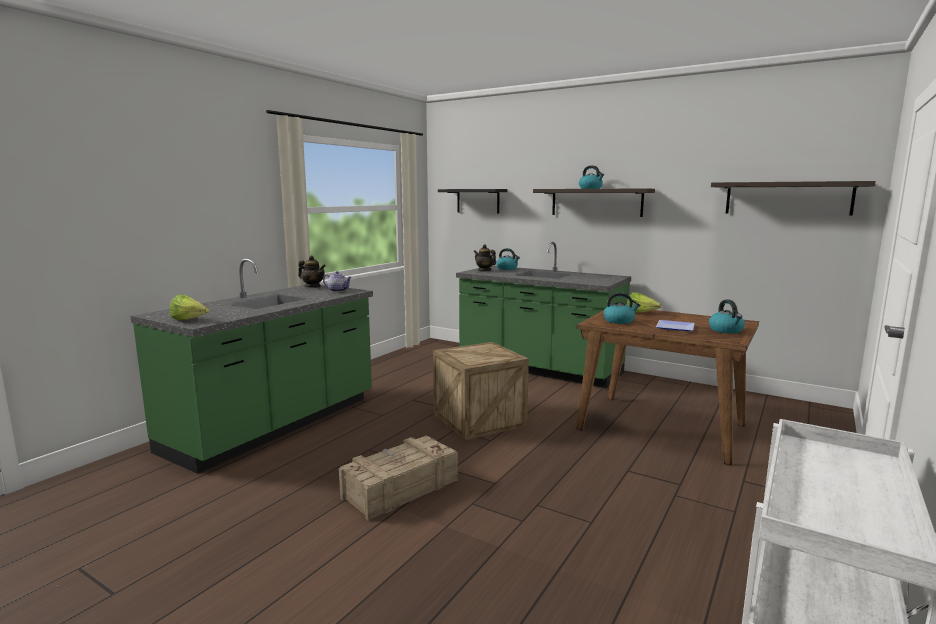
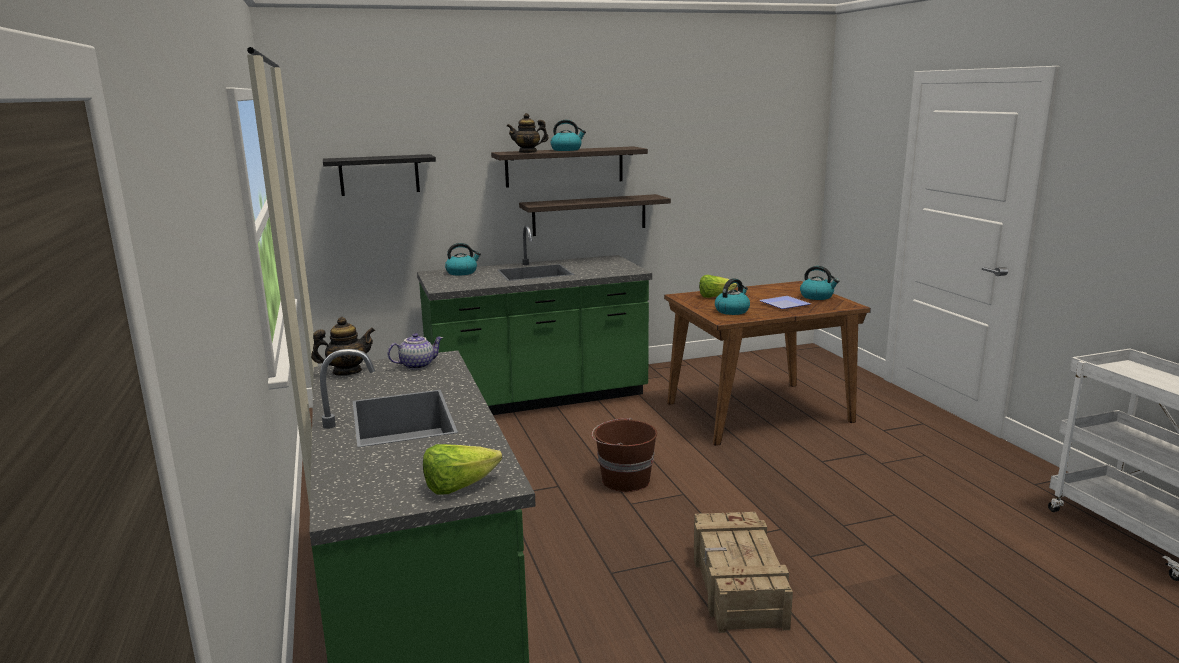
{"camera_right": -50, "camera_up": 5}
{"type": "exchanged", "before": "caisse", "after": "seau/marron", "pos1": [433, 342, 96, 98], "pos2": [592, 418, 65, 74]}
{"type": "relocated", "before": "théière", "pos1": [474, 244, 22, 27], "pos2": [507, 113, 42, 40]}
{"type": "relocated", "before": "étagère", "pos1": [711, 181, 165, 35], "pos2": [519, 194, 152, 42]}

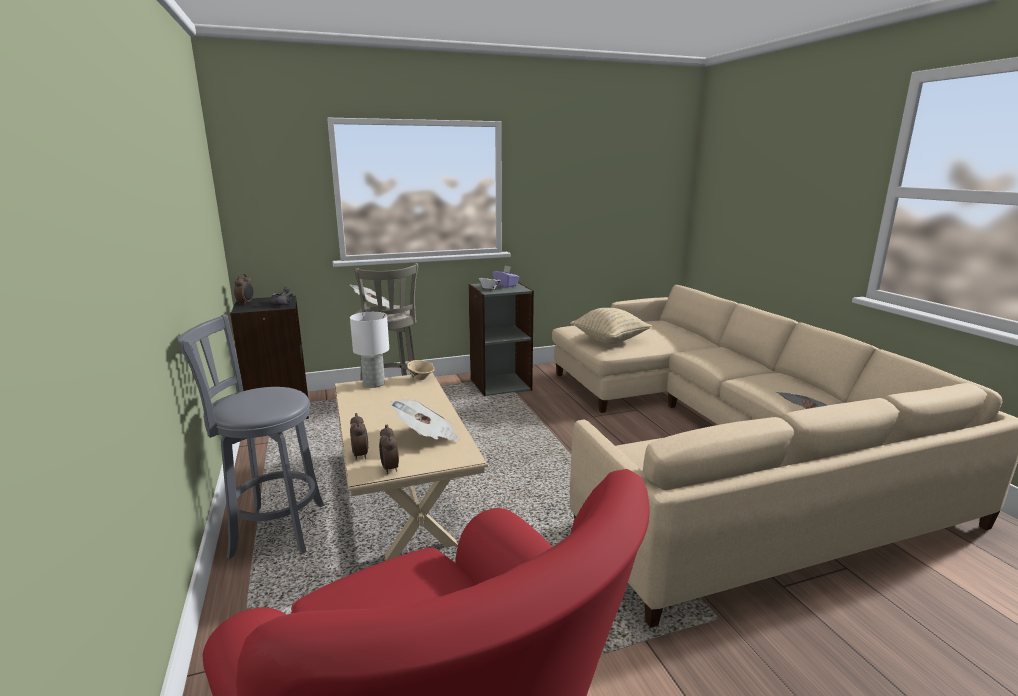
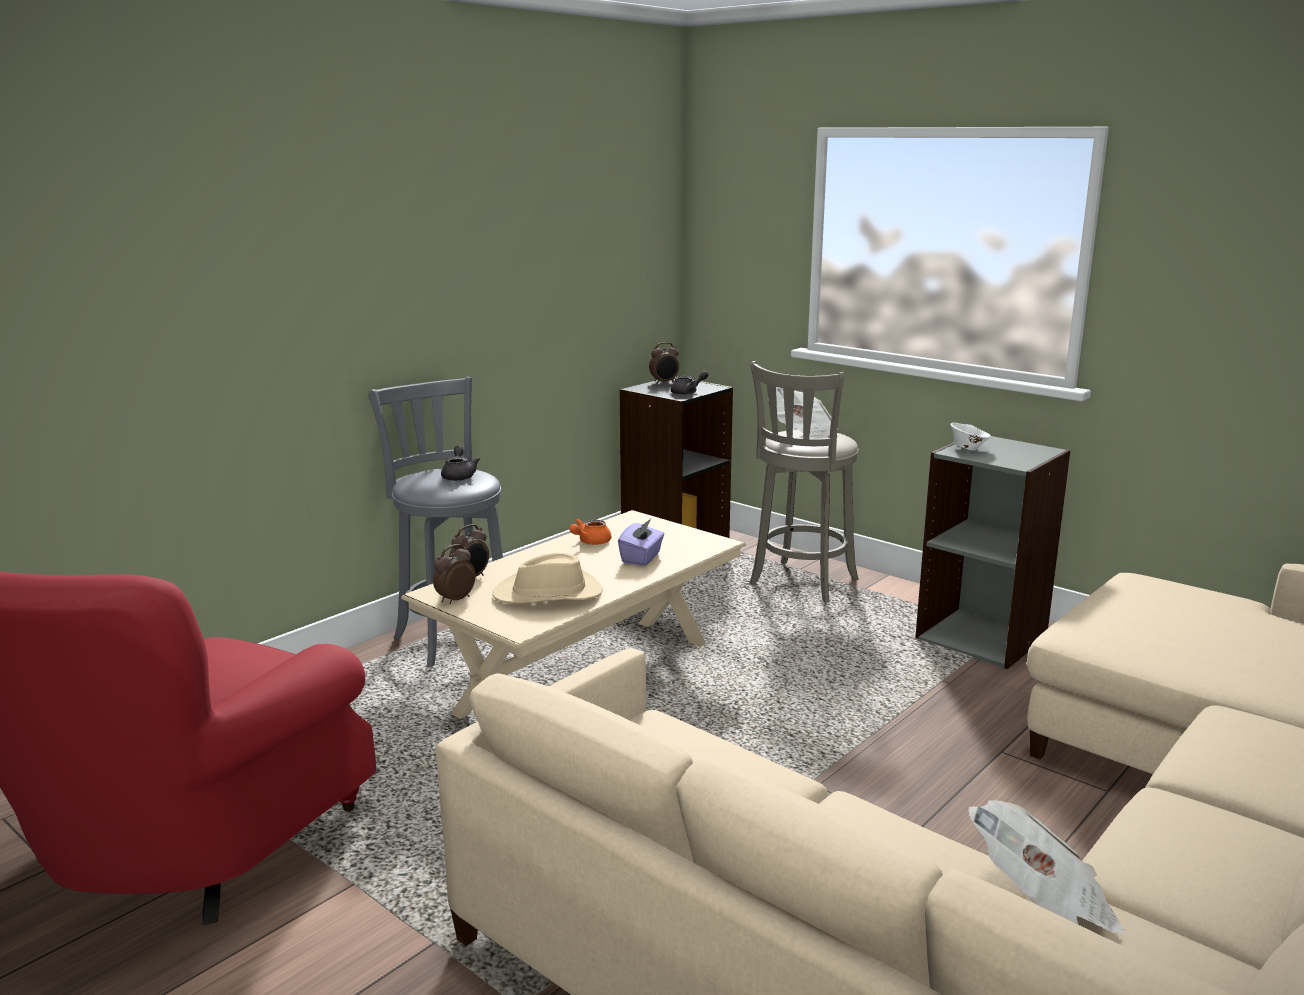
{"camera_right": 60, "camera_up": 0}
{"type": "missing", "before": "lampe de table/blanc", "pos1": [350, 312, 39, 76]}
{"type": "exchanged", "before": "journal", "after": "chapeau/beige", "pos1": [390, 399, 69, 42], "pos2": [492, 553, 111, 51]}
{"type": "missing", "before": "bol/beige", "pos1": [407, 360, 27, 20]}
{"type": "relocated", "before": "boîte à mouchoirs/violet", "pos1": [492, 266, 27, 22], "pos2": [618, 519, 46, 47]}
{"type": "missing", "before": "coussin/beige", "pos1": [570, 308, 82, 36]}
{"type": "appeared", "after": "théière/gris", "pos2": [441, 446, 39, 35]}
{"type": "appeared", "after": "théière/orange", "pos2": [569, 519, 42, 26]}

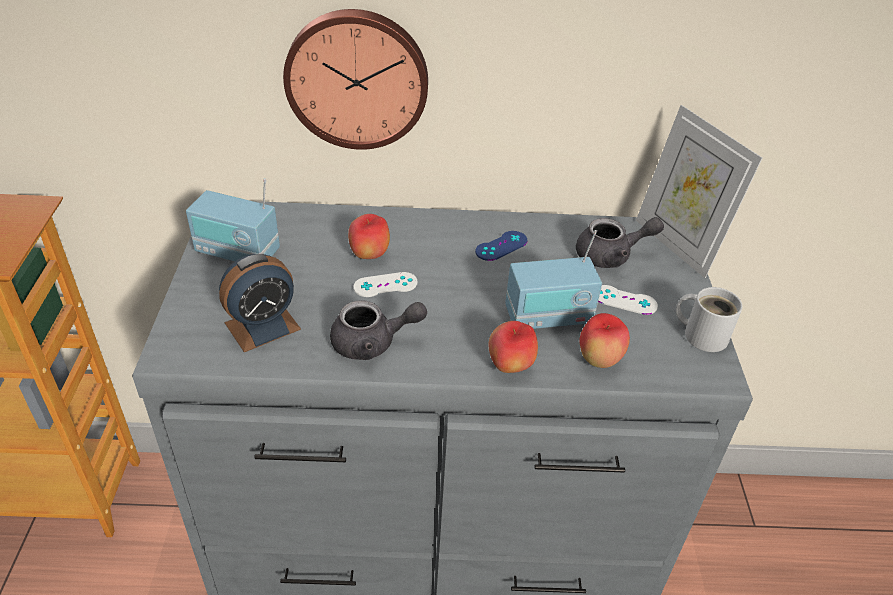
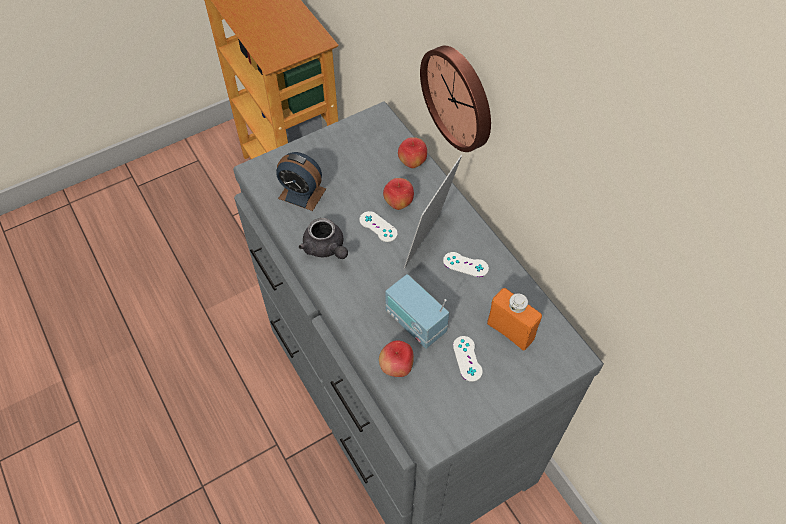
{"camera_right": 60, "camera_up": 15}
{"type": "missing", "before": "radio", "pos1": [186, 178, 94, 83]}
{"type": "colour", "before": "manette/bleu", "after": "manette/blanc", "pos1": [475, 231, 53, 30], "pos2": [443, 252, 46, 25]}
{"type": "relocated", "before": "pomme", "pos1": [489, 321, 49, 52], "pos2": [398, 137, 29, 31]}
{"type": "exchanged", "before": "théière/gris", "after": "bouteille/orange", "pos1": [576, 217, 88, 51], "pos2": [487, 288, 55, 63]}
{"type": "relocated", "before": "cadre photo", "pos1": [636, 105, 126, 173], "pos2": [404, 155, 58, 114]}
{"type": "missing", "before": "mug/blanc", "pos1": [676, 287, 66, 65]}

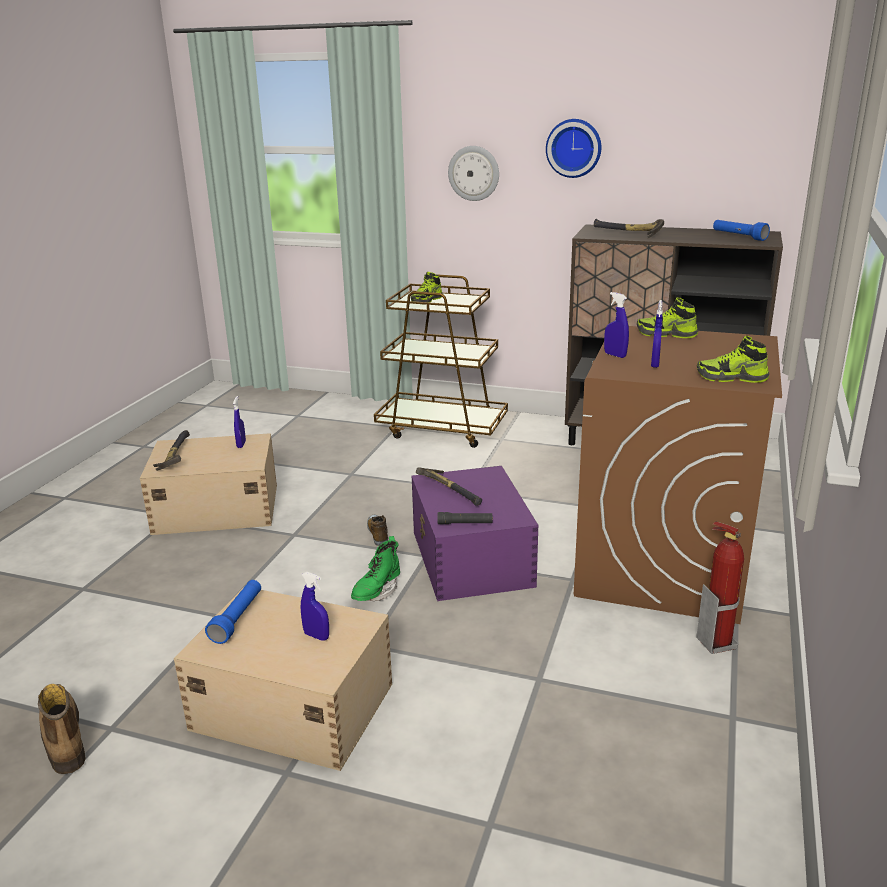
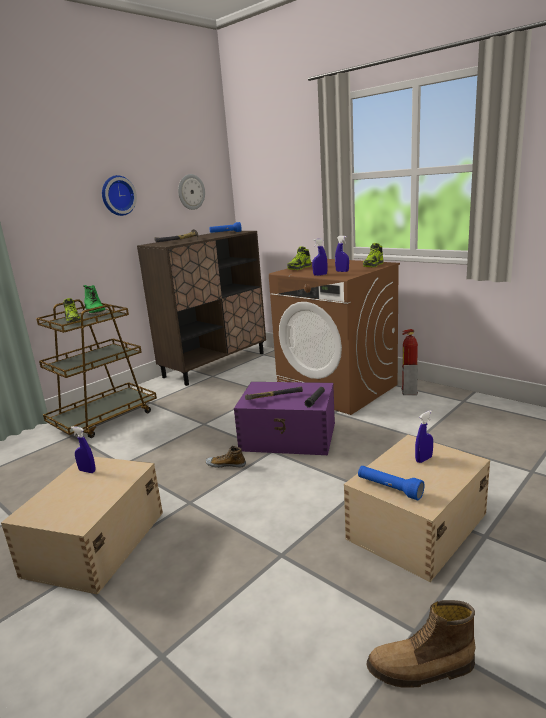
{"camera_right": -65, "camera_up": -5}
{"type": "missing", "before": "marteau", "pos1": [153, 430, 37, 41]}
{"type": "relocated", "before": "botte/vert", "pos1": [351, 536, 49, 65], "pos2": [82, 285, 25, 30]}
{"type": "relocated", "before": "horloge murale", "pos1": [448, 146, 51, 55], "pos2": [178, 174, 27, 36]}

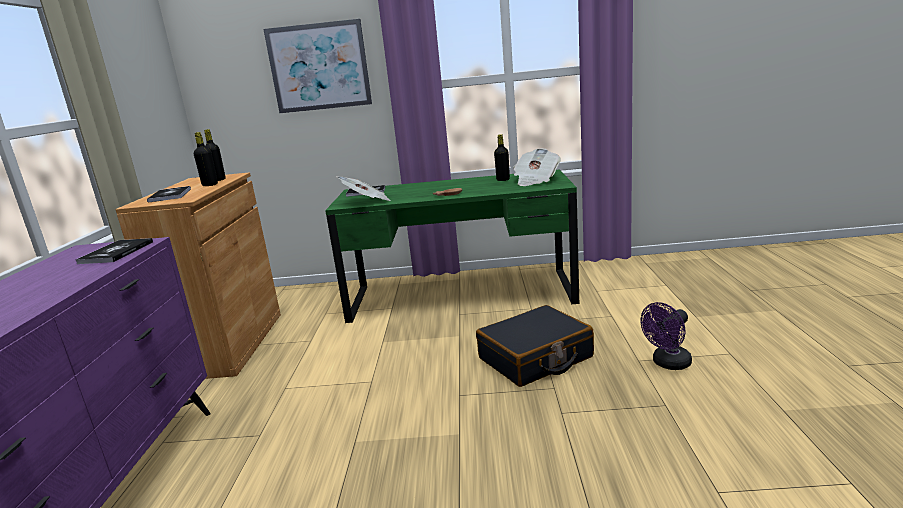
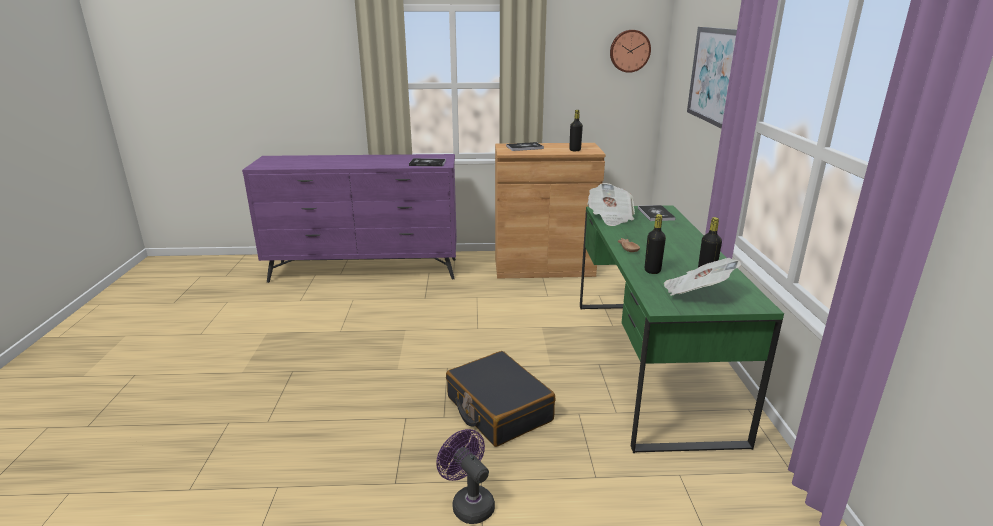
{"camera_right": 85, "camera_up": 5}
{"type": "relocated", "before": "bouteille/noir", "pos1": [194, 132, 24, 54], "pos2": [645, 214, 21, 60]}
{"type": "appeared", "after": "horloge murale", "pos2": [610, 30, 41, 43]}

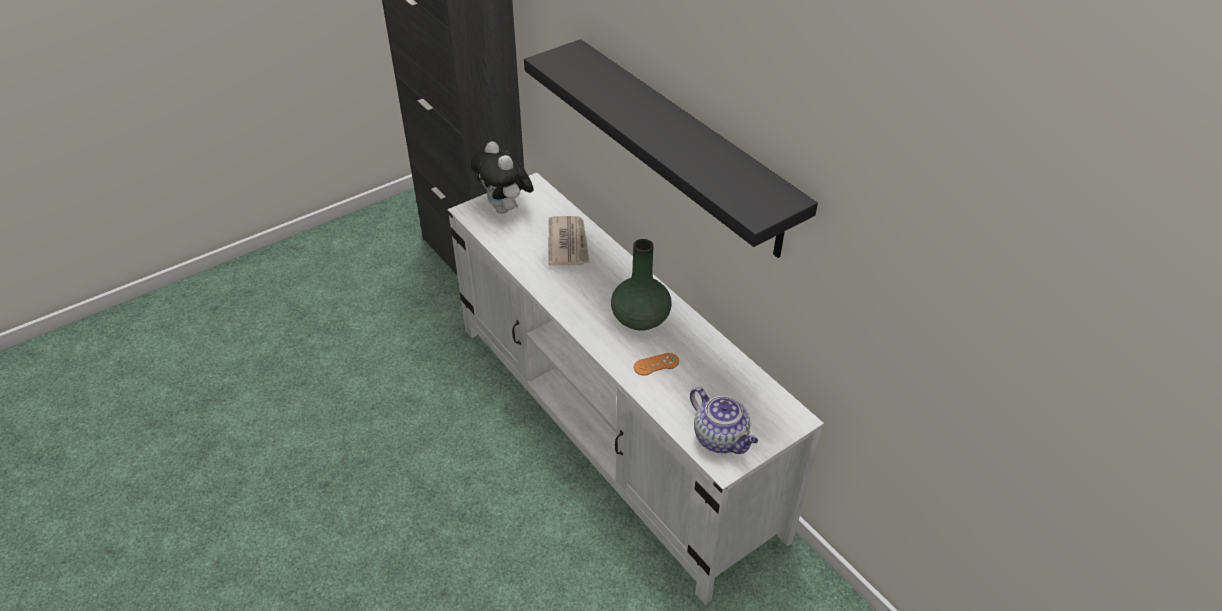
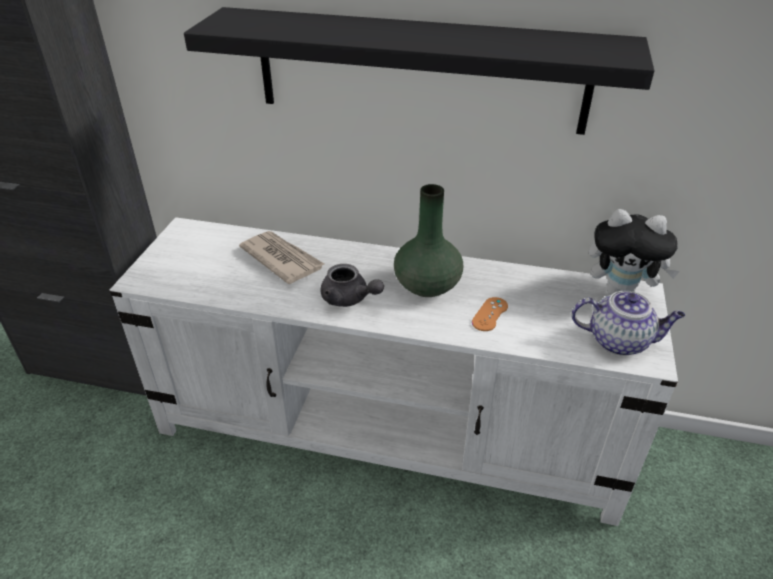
{"camera_right": -40, "camera_up": -5}
{"type": "relocated", "before": "peluche", "pos1": [471, 141, 63, 73], "pos2": [589, 209, 91, 86]}
{"type": "appeared", "after": "théière/gris", "pos2": [321, 264, 63, 43]}

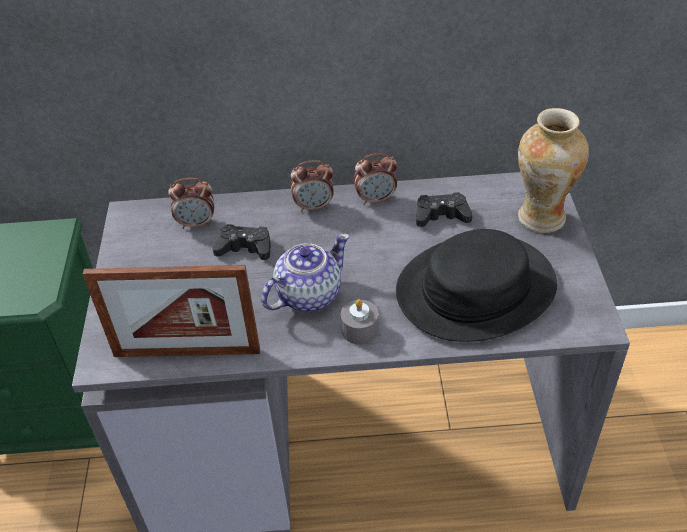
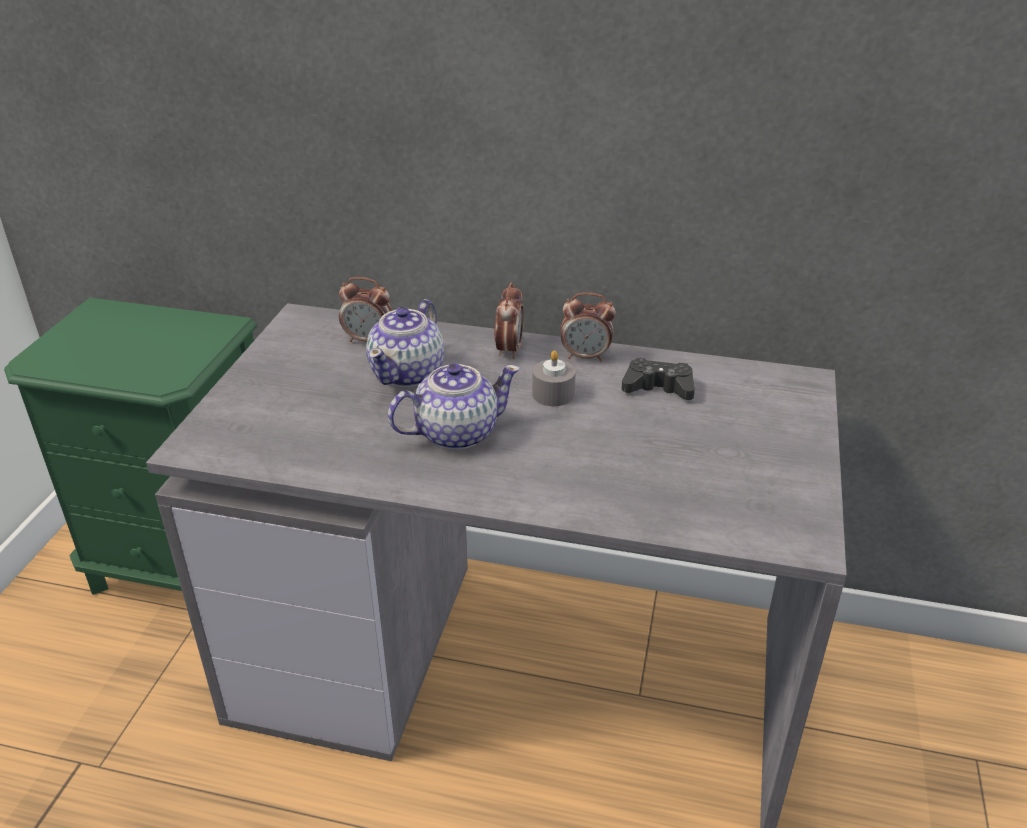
{"camera_right": 15, "camera_up": -10}
{"type": "missing", "before": "cadre photo", "pos1": [83, 265, 177, 92]}
{"type": "exchanged", "before": "manette/noir", "after": "théière", "pos1": [212, 224, 59, 36], "pos2": [366, 299, 78, 88]}
{"type": "spun", "before": "réveil", "pos1": [291, 160, 43, 52], "pos2": [495, 283, 29, 76], "turn": -90}
{"type": "relocated", "before": "bougie/gris", "pos1": [340, 299, 39, 46], "pos2": [532, 350, 44, 56]}
{"type": "missing", "before": "chapeau/noir", "pos1": [396, 229, 161, 113]}
{"type": "missing", "before": "vase", "pos1": [518, 108, 71, 125]}

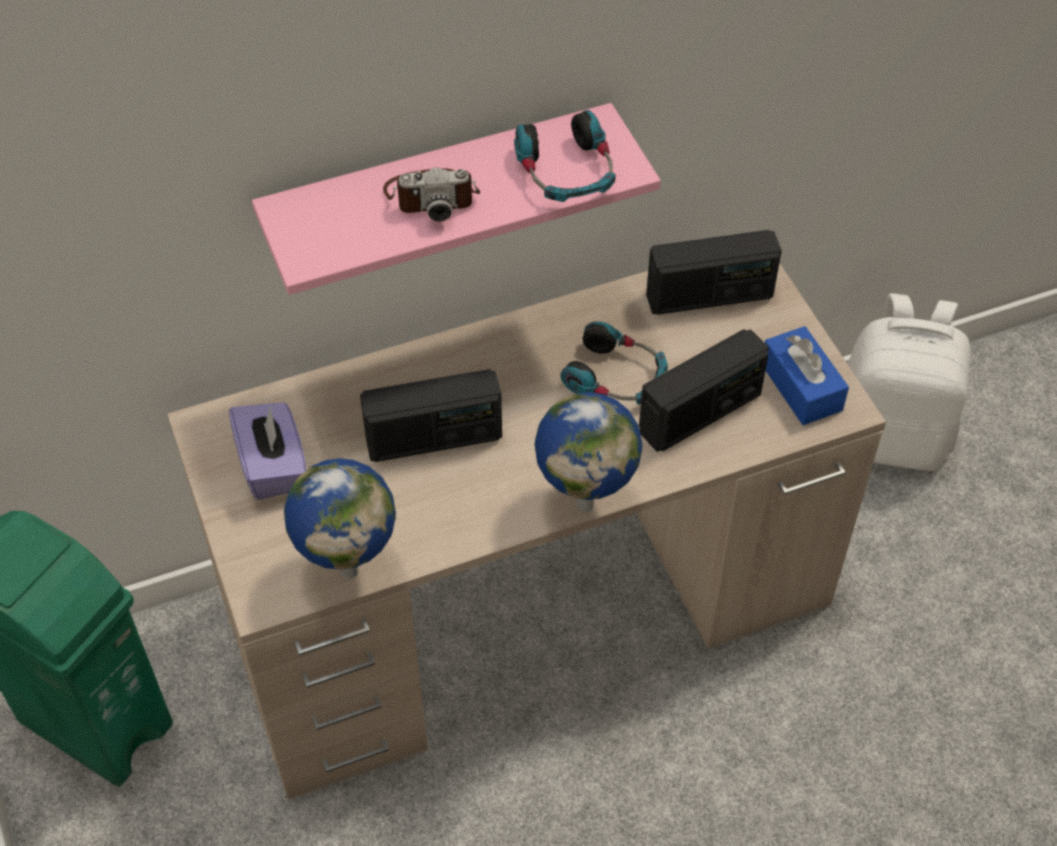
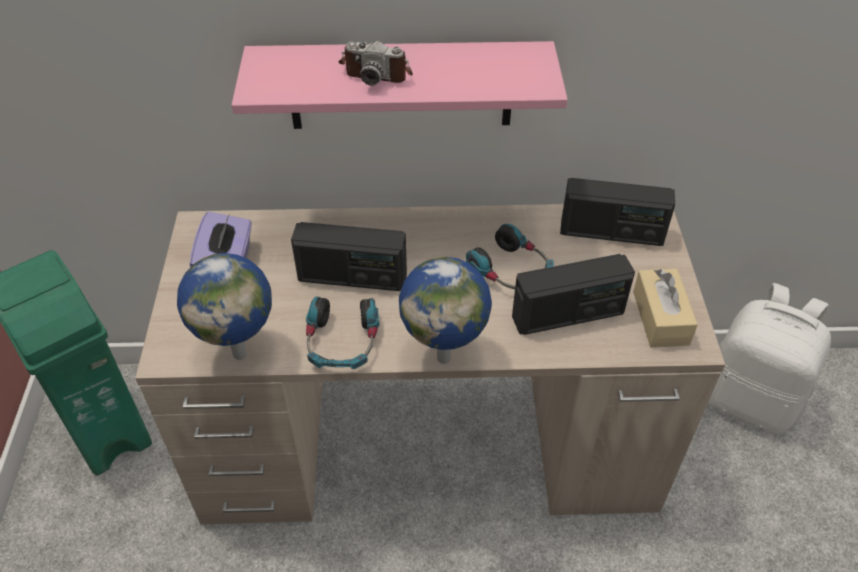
{"camera_right": 20, "camera_up": -5}
{"type": "relocated", "before": "casque audio", "pos1": [514, 110, 102, 92], "pos2": [306, 296, 73, 73]}
{"type": "colour", "before": "boîte à mouchoirs/bleu", "after": "boîte à mouchoirs/beige", "pos1": [765, 326, 84, 99], "pos2": [633, 269, 65, 79]}

